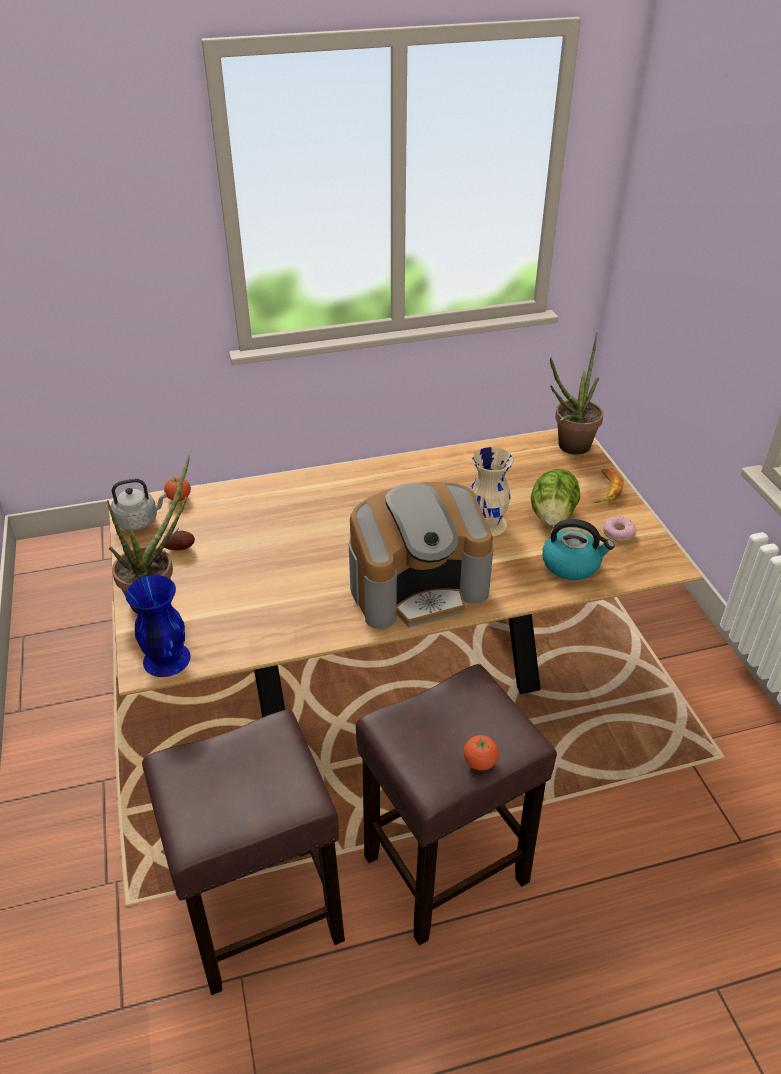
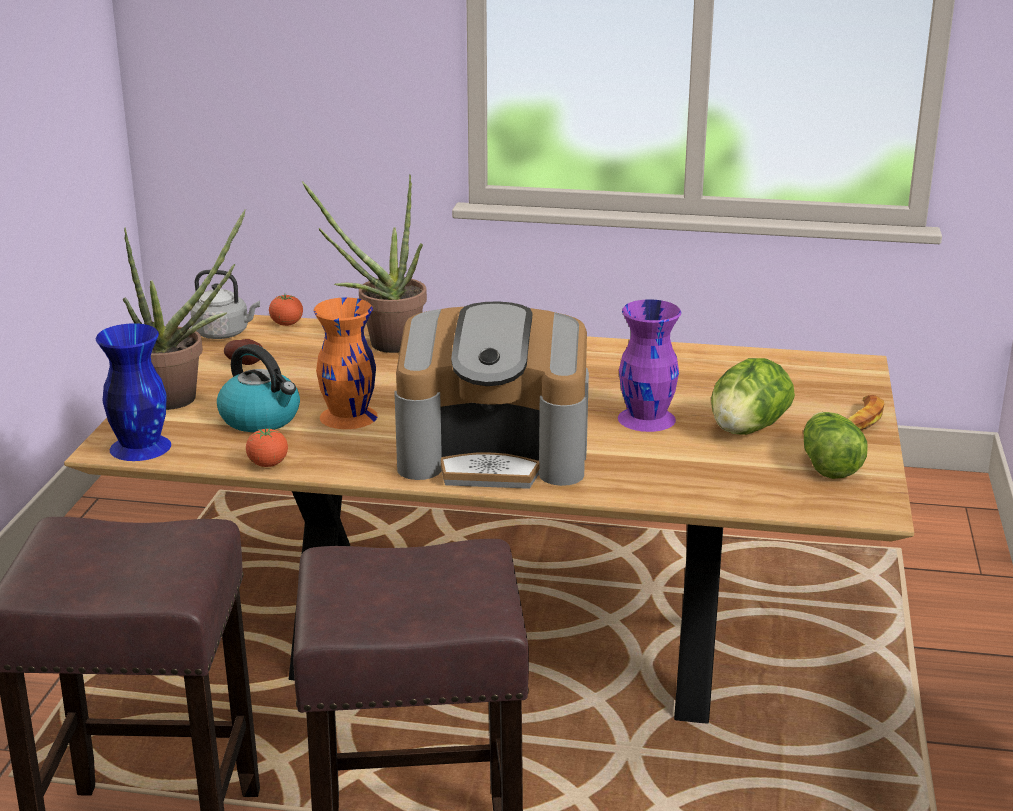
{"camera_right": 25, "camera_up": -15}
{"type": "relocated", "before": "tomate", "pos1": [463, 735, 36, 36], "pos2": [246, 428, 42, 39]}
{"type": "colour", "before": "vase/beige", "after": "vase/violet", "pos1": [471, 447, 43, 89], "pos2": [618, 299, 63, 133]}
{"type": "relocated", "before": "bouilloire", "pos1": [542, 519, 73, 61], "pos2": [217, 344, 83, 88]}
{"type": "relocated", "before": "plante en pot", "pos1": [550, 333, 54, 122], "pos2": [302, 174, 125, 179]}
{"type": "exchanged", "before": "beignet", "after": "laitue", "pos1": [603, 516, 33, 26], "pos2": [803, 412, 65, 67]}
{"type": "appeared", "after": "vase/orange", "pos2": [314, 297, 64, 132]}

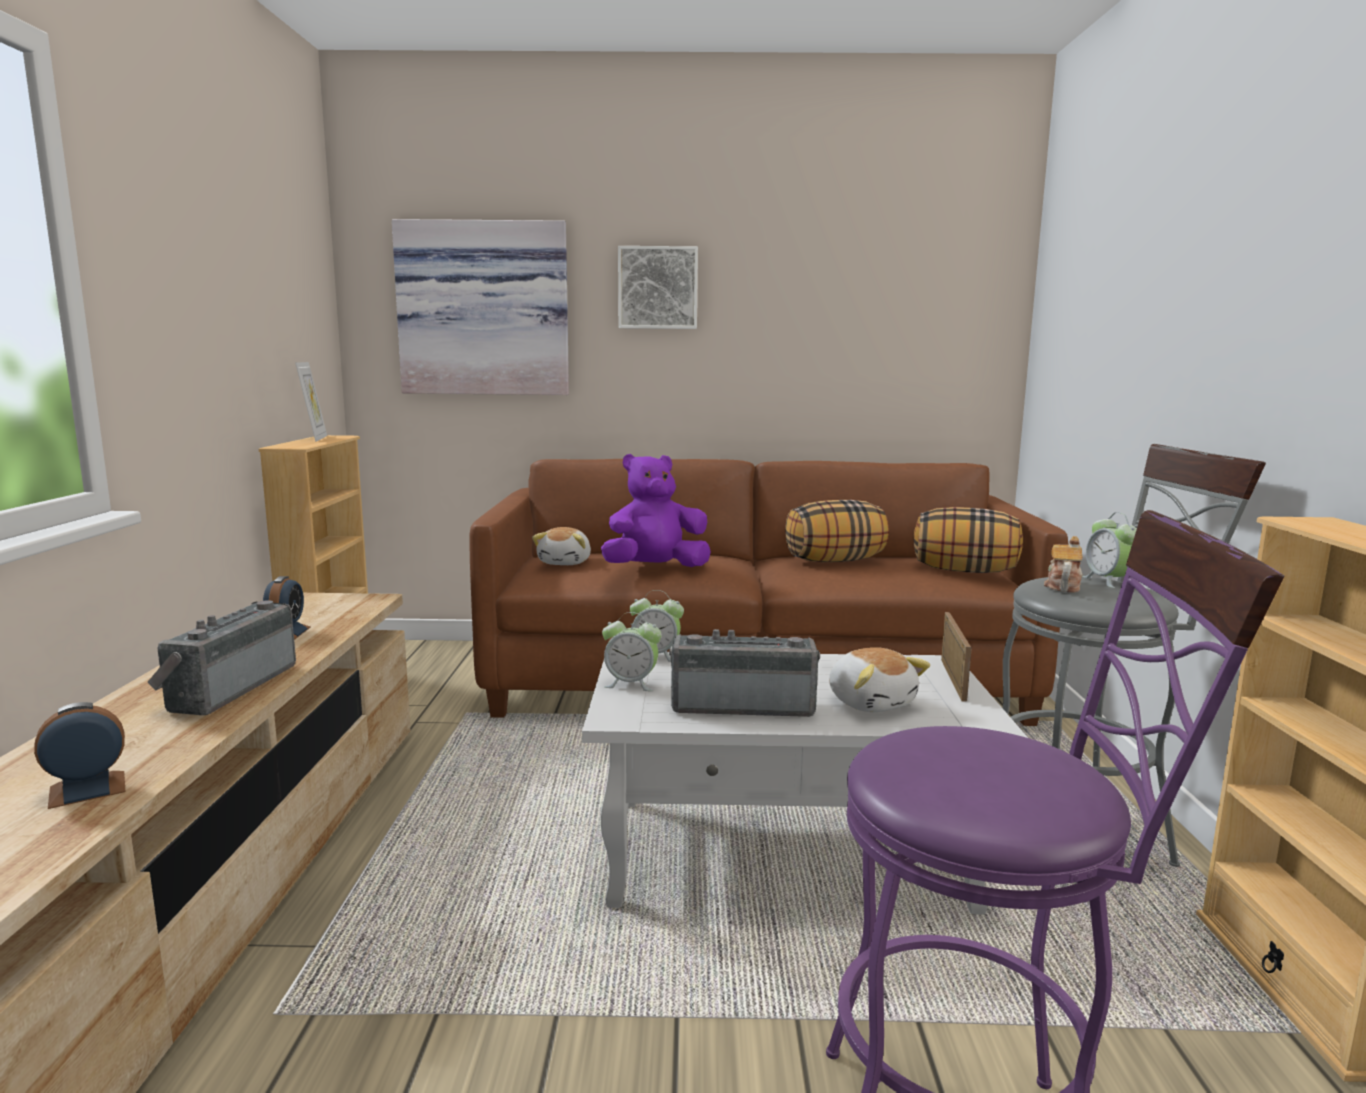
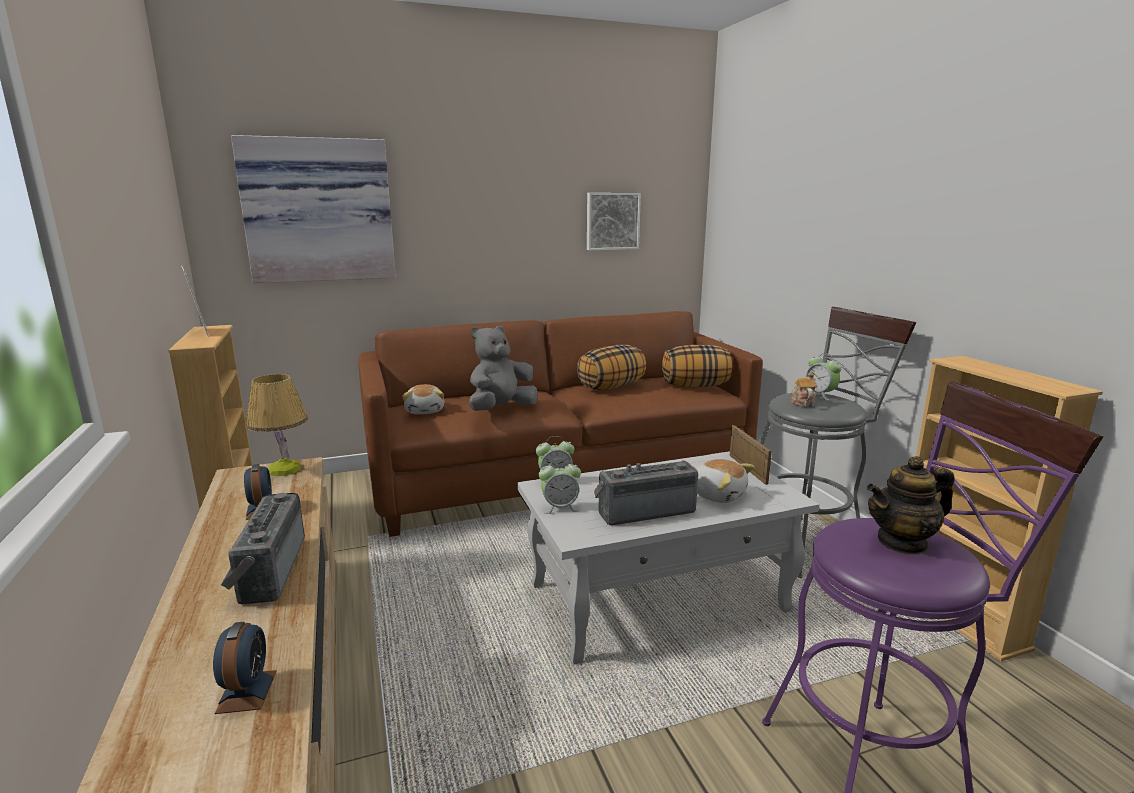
{"camera_right": -20, "camera_up": 5}
{"type": "spun", "before": "réveil", "pos1": [34, 702, 91, 107], "pos2": [213, 622, 64, 92], "turn": 135}
{"type": "colour", "before": "peluche/violet", "after": "peluche/gris", "pos1": [601, 454, 110, 113], "pos2": [469, 326, 68, 85]}
{"type": "relocated", "before": "tableau", "pos1": [618, 246, 80, 83], "pos2": [587, 193, 54, 58]}
{"type": "appeared", "after": "lampe de table", "pos2": [246, 374, 62, 102]}
{"type": "appeared", "after": "théière", "pos2": [867, 456, 88, 99]}

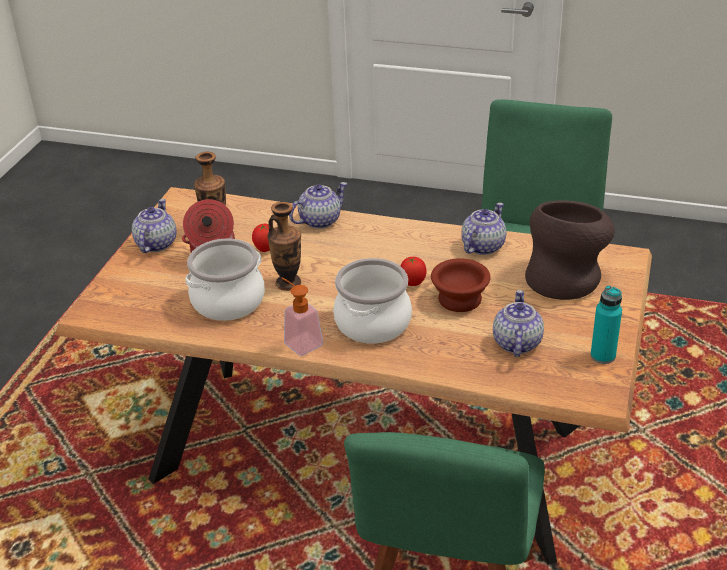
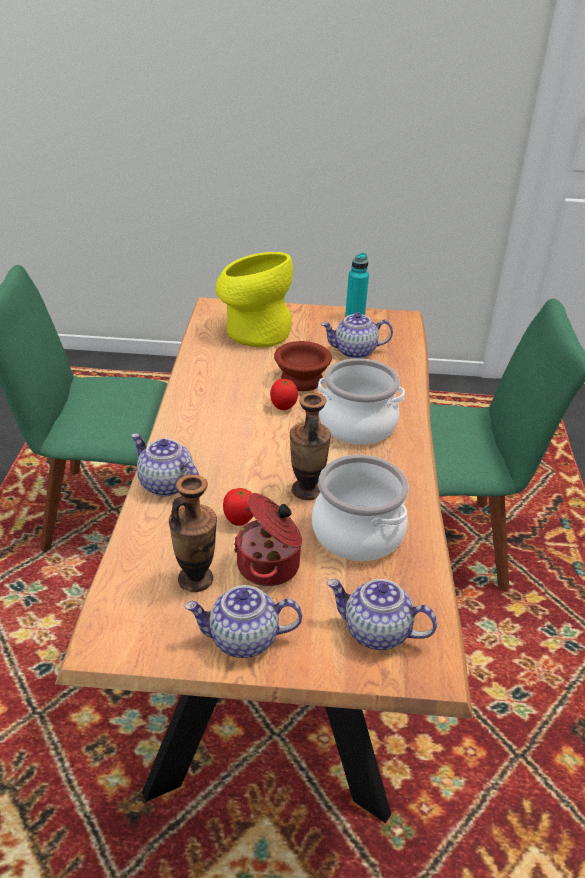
{"camera_right": -105, "camera_up": 0}
{"type": "missing", "before": "distributeur de savon", "pos1": [281, 278, 42, 78]}
{"type": "relocated", "before": "théière", "pos1": [461, 203, 45, 52], "pos2": [327, 579, 110, 71]}
{"type": "colour", "before": "vase/marron", "after": "vase/jaune", "pos1": [525, 200, 90, 100], "pos2": [216, 252, 77, 95]}

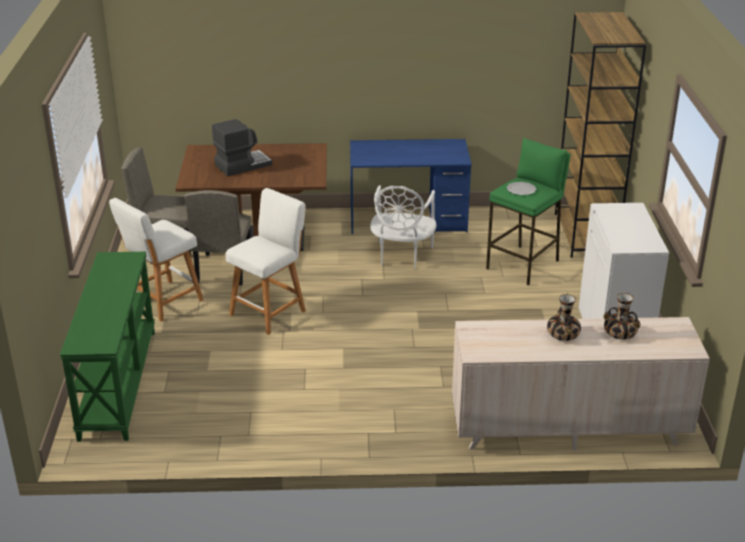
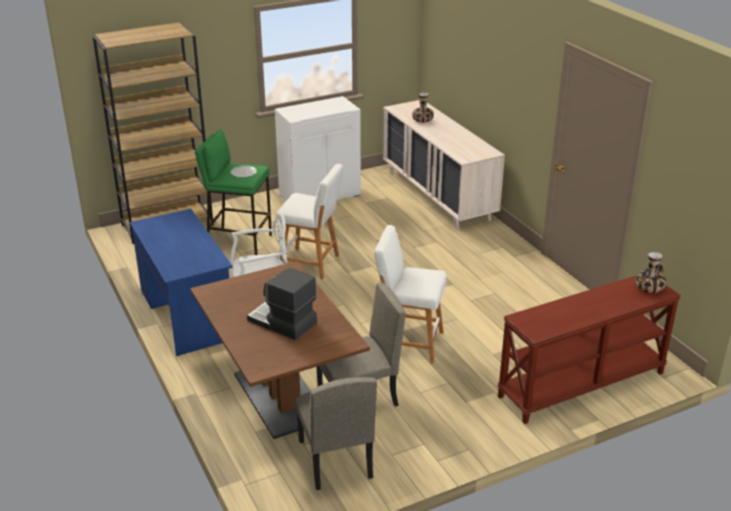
{"camera_right": -115, "camera_up": 0}
{"type": "colour", "before": "table console/vert", "after": "table console/marron", "pos1": [60, 252, 95, 190], "pos2": [497, 276, 184, 148]}
{"type": "relocated", "before": "tabouret/blanc", "pos1": [109, 198, 94, 124], "pos2": [276, 164, 67, 115]}
{"type": "relocated", "before": "vase", "pos1": [547, 294, 34, 47], "pos2": [635, 251, 31, 42]}

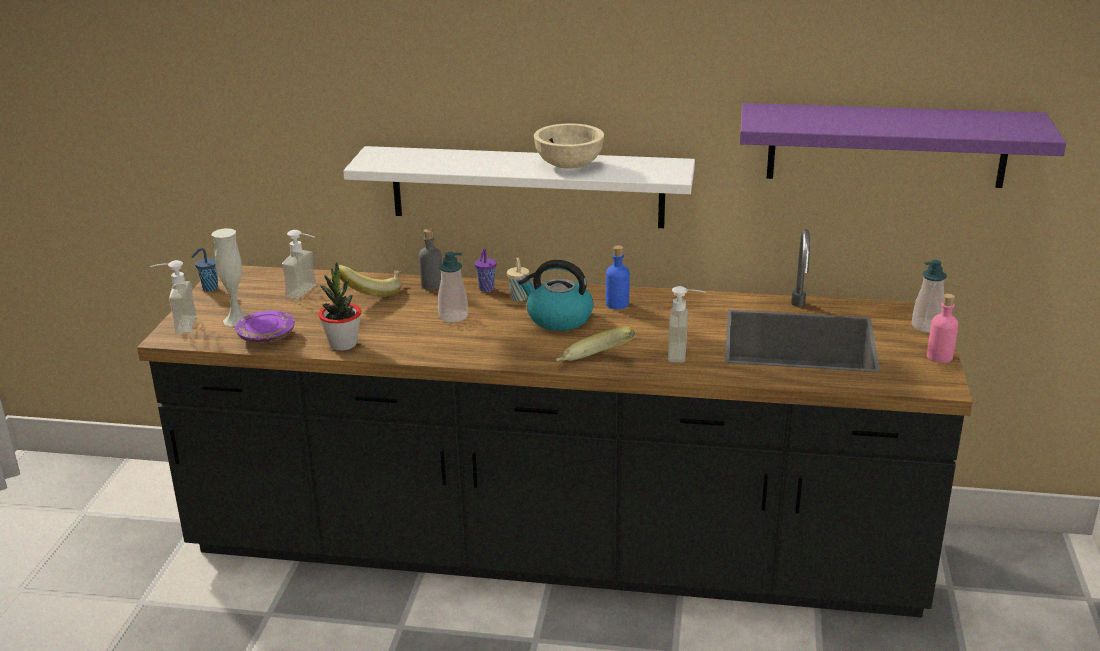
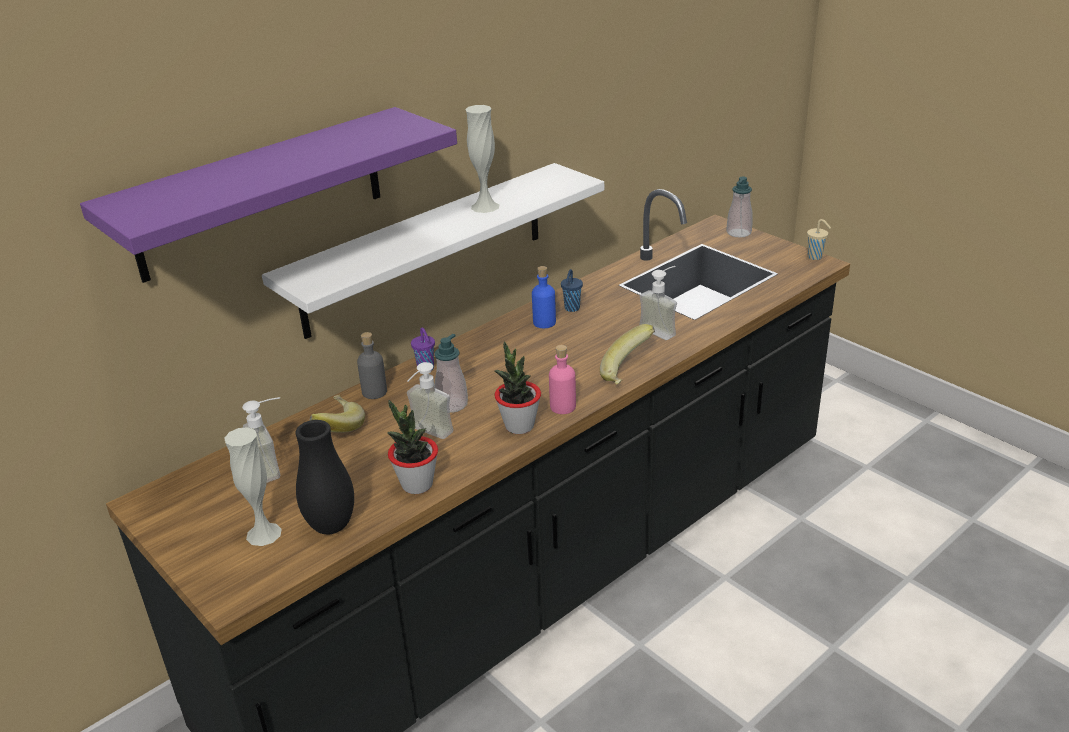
{"camera_right": -50, "camera_up": 5}
{"type": "relocated", "before": "distributeur de savon", "pos1": [150, 260, 47, 73], "pos2": [407, 362, 47, 77]}
{"type": "relocated", "before": "tasse/bleu", "pos1": [192, 248, 26, 43], "pos2": [561, 269, 22, 43]}
{"type": "exchanged", "before": "assiette/violet", "after": "vase/noir", "pos1": [235, 311, 60, 32], "pos2": [295, 420, 59, 114]}
{"type": "relocated", "before": "tasse/beige", "pos1": [507, 258, 22, 43], "pos2": [807, 219, 24, 41]}
{"type": "missing", "before": "bouilloire", "pos1": [518, 260, 76, 71]}
{"type": "exchanged", "before": "bol/beige", "after": "vase/blanc", "pos1": [534, 123, 70, 46], "pos2": [465, 105, 34, 108]}
{"type": "relocated", "before": "étagère/violet", "pos1": [740, 103, 326, 85], "pos2": [80, 107, 377, 176]}
{"type": "relocated", "before": "bouteille/rose", "pos1": [927, 294, 32, 69], "pos2": [549, 345, 27, 69]}
{"type": "appeared", "after": "plante en pot", "pos2": [495, 341, 46, 93]}

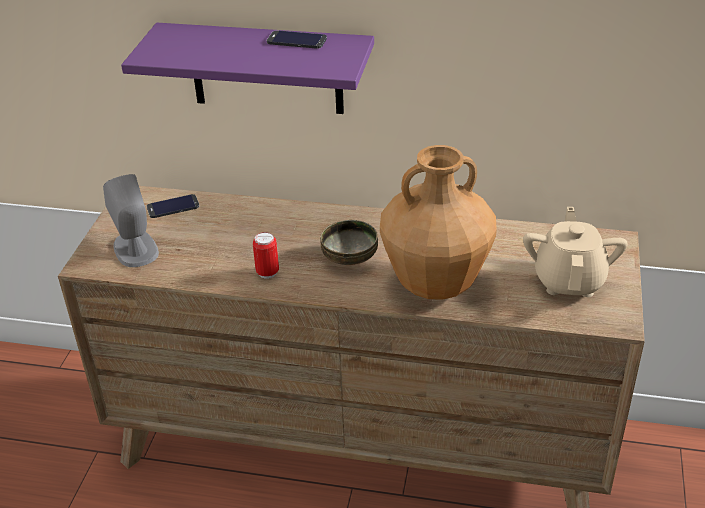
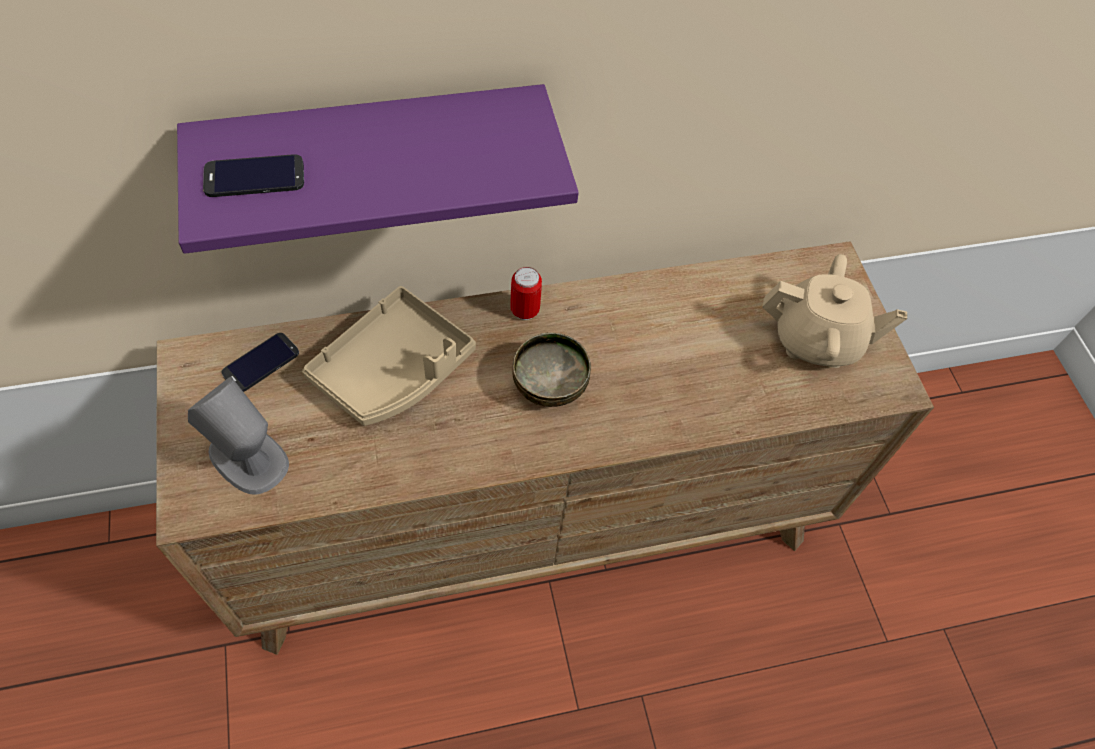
{"camera_right": -30, "camera_up": 20}
{"type": "relocated", "before": "boîte métallique", "pos1": [253, 232, 26, 47], "pos2": [510, 267, 32, 53]}
{"type": "relocated", "before": "téléphone", "pos1": [267, 30, 60, 19], "pos2": [203, 154, 101, 43]}
{"type": "missing", "before": "vase/marron", "pos1": [380, 145, 117, 155]}
{"type": "spun", "before": "théière/beige", "pos1": [523, 207, 105, 90], "pos2": [762, 254, 145, 114], "turn": 120}
{"type": "appeared", "after": "plateau/beige", "pos2": [302, 286, 174, 140]}

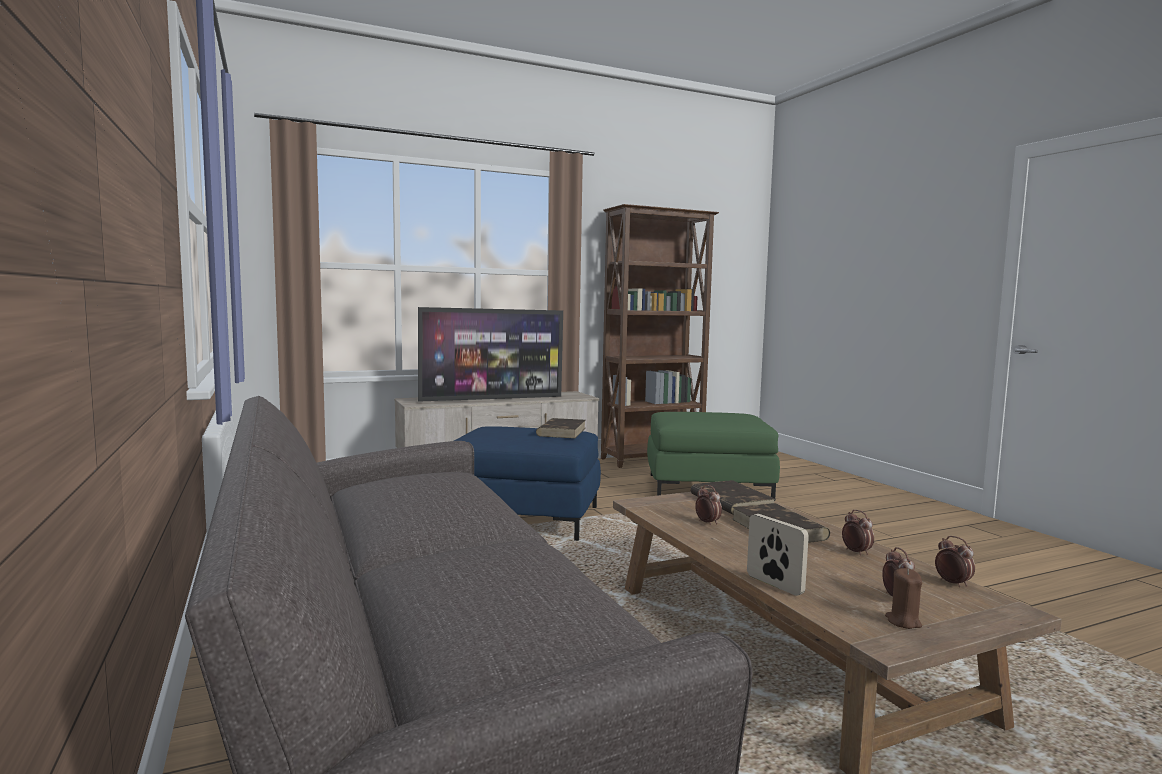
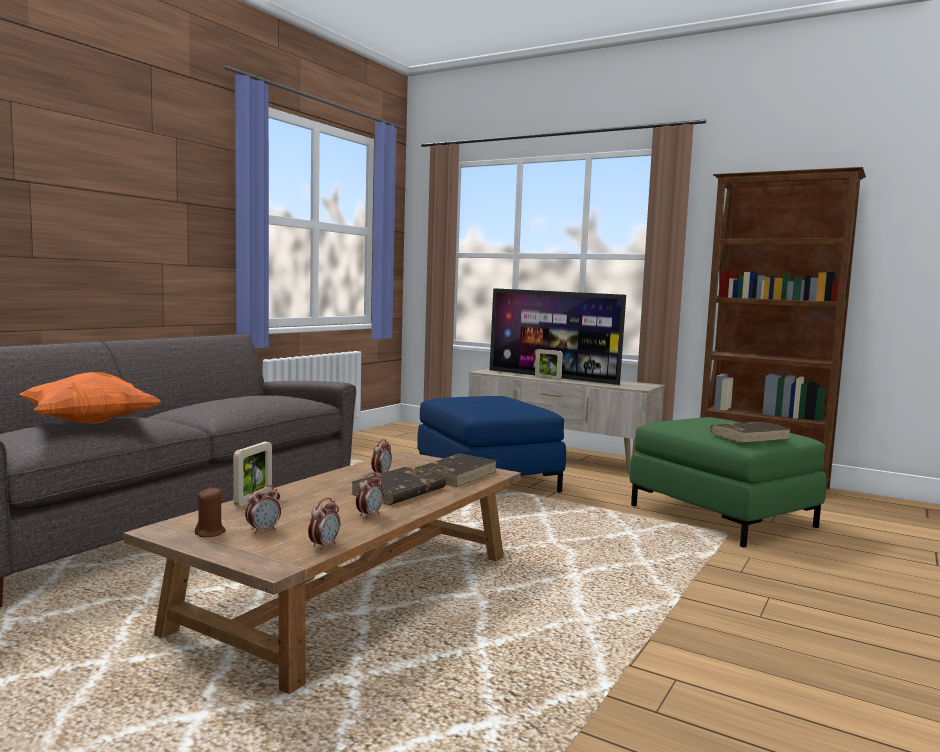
{"camera_right": 55, "camera_up": 0}
{"type": "relocated", "before": "livre/marron", "pos1": [536, 418, 49, 20], "pos2": [710, 422, 81, 21]}
{"type": "appeared", "after": "coussin/orange", "pos2": [20, 372, 141, 52]}
{"type": "appeared", "after": "cadre photo", "pos2": [535, 349, 28, 31]}

